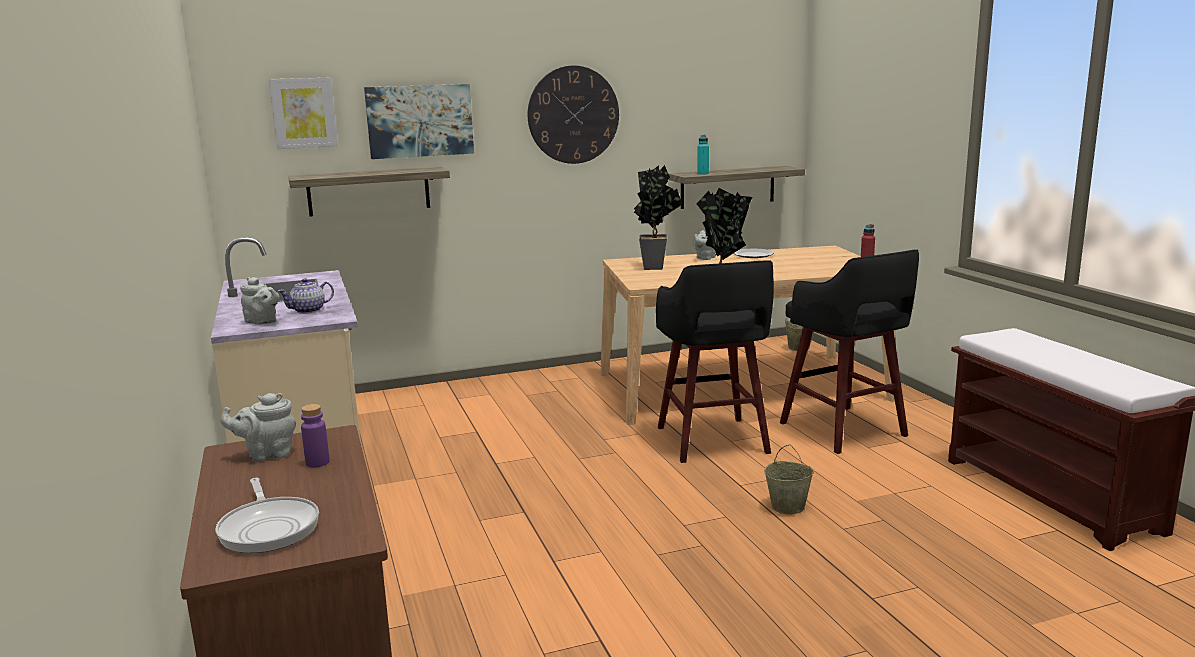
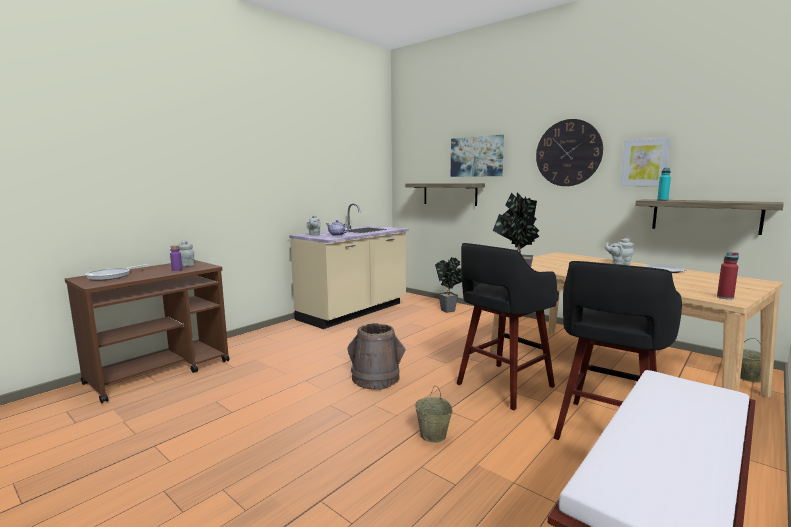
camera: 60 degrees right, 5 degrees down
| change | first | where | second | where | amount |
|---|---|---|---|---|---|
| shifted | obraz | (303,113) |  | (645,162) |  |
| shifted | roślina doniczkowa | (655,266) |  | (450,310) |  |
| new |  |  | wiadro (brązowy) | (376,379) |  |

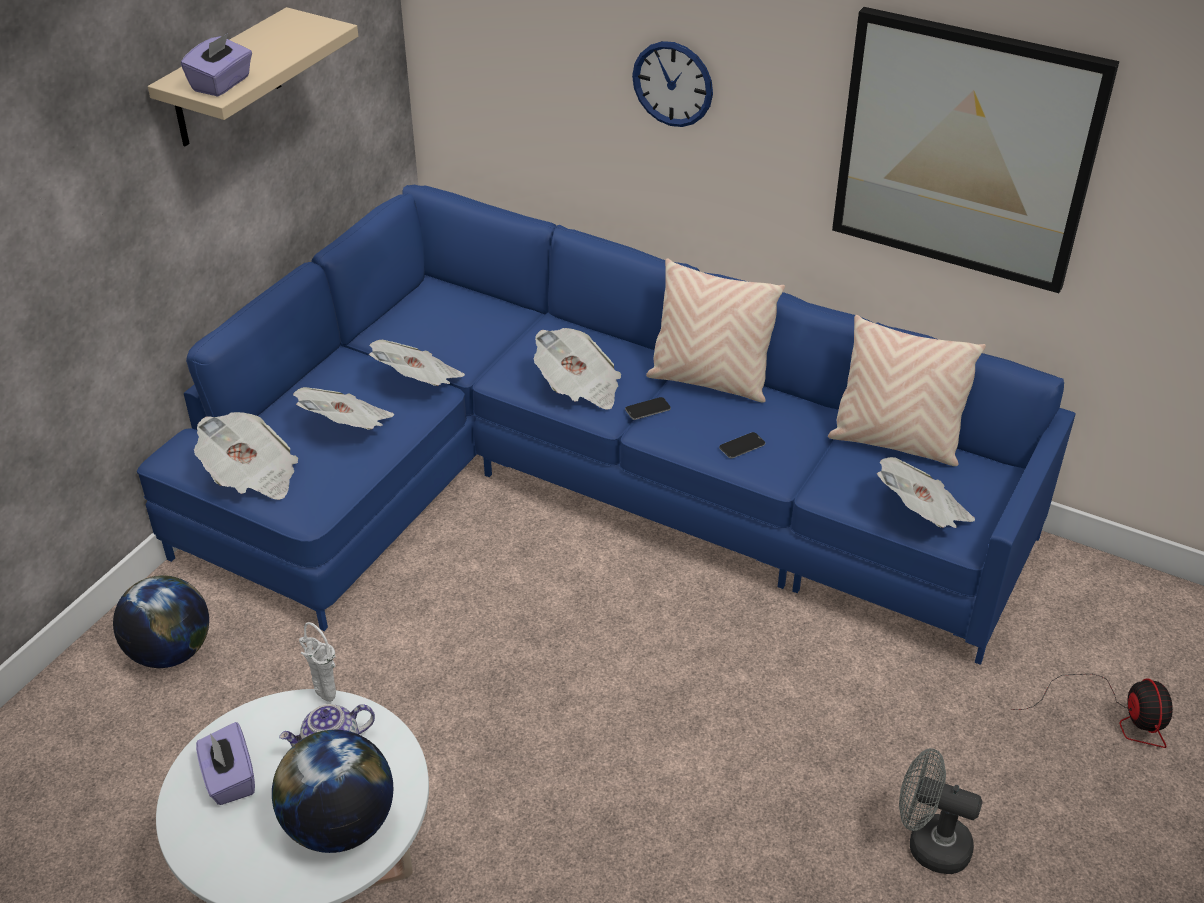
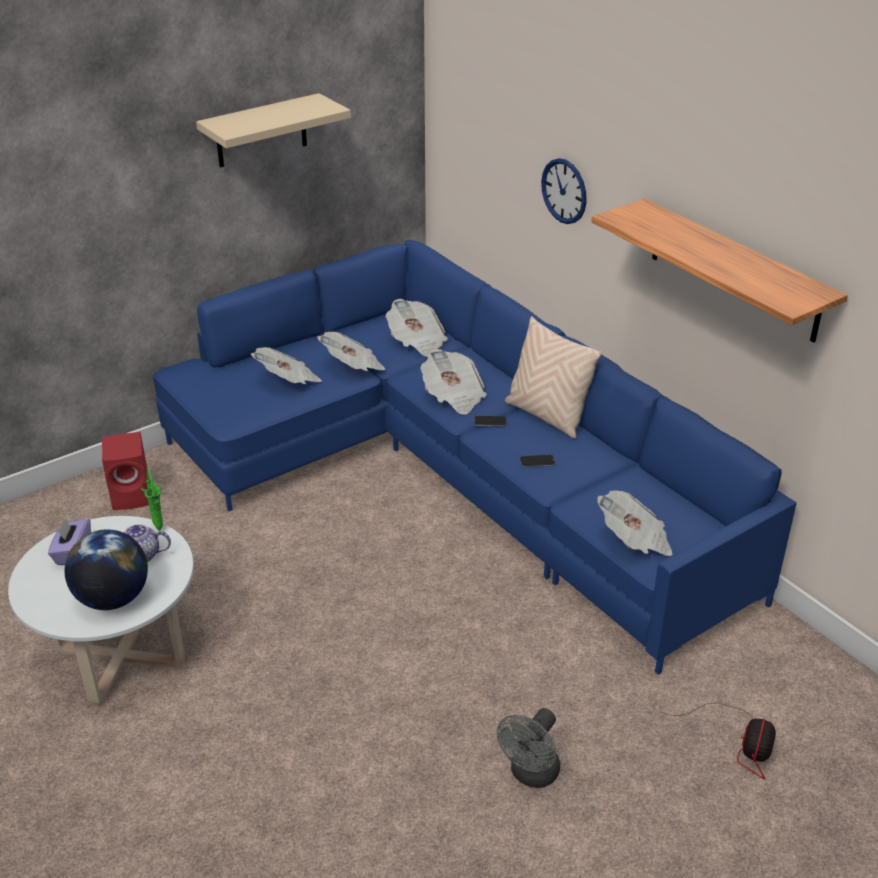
camera: 25 degrees right, 5 degrees down
| change | first | where | second | where | amount |
|---|---|---|---|---|---|
| swapped | obraz | (965,150) | półka | (733,270) |  |
| gone | pudełko chusteczek (fioletowy) | (222,84) |  |  |  |
| gone | poduszka (beżowy) | (895,443) |  |  |  |
| shifted | gazeta | (252,476) |  | (417,342) |  |
| swapped | globus | (170,652) | głośnik (czerwony) | (133,495) |  |
| repainted | wazon (biały) | (324,697) | wazon (zielony) | (157,527) |  |
| rotated | wentylator (szary) | (928,844) |  | (531,775) | 105 degrees counterclockwise |

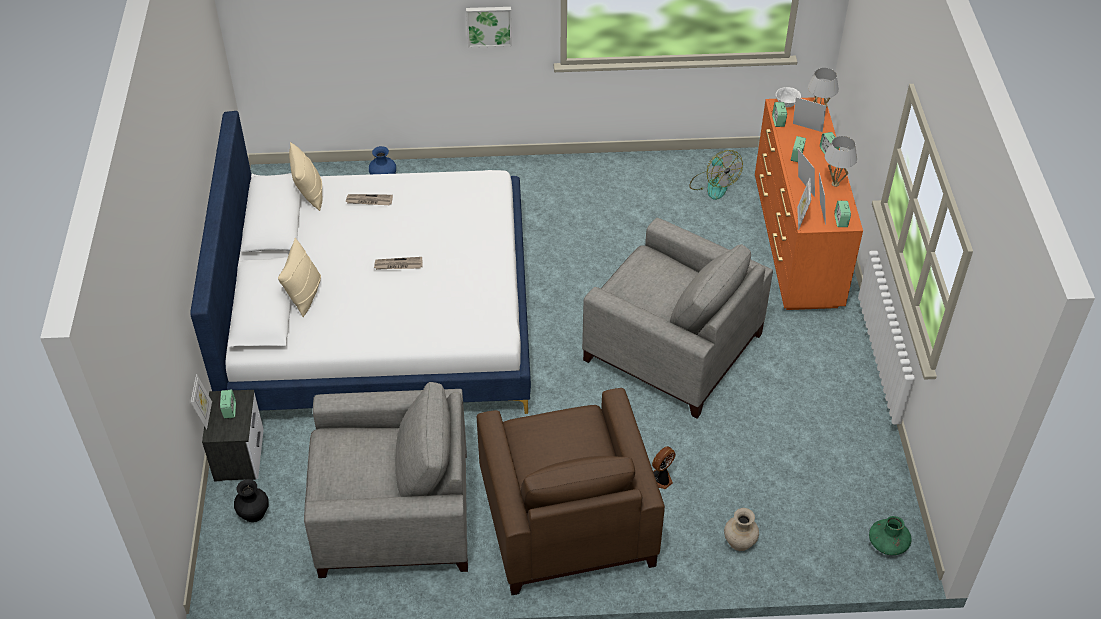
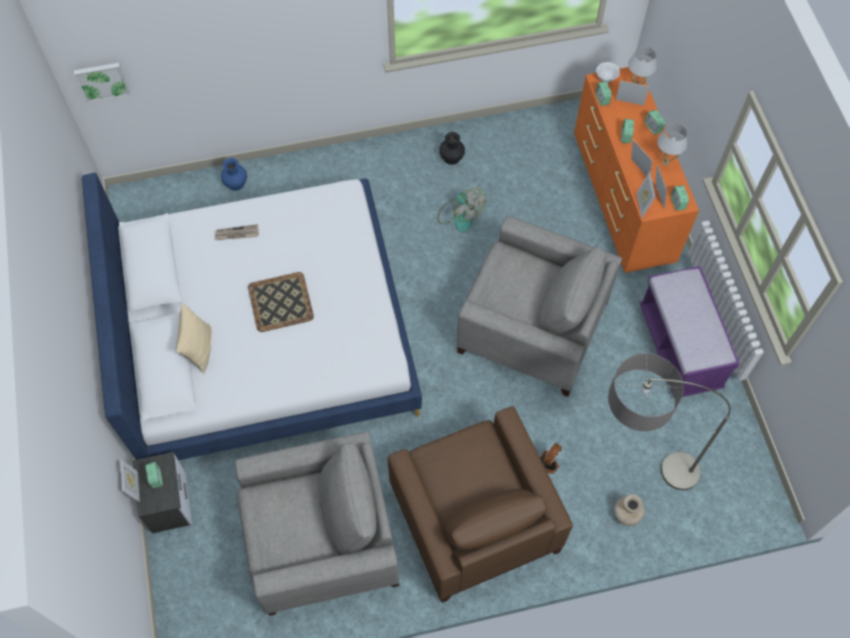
camera: 10 degrees left, 15 degrees up
| change | first | where | second | where | amount |
|---|---|---|---|---|---|
| shifted | obraz | (489,25) |  | (102,81) |  |
| gone | poduszka (beżowy) | (309,194) |  |  |  |
| shifted | wentylator | (713,185) |  | (459,215) |  |
| swapped | gazeta | (398,265) | taca | (280,302) |  |
| shifted | wazon (czarny) | (253,513) |  | (451,158) |  |
| gone | wazon (zielony) | (888,543) |  |  |  |
| new |  |  | ławka (fioletowy) | (679,348) |  |
| new |  |  | lampa stojąca | (633,469) |  |

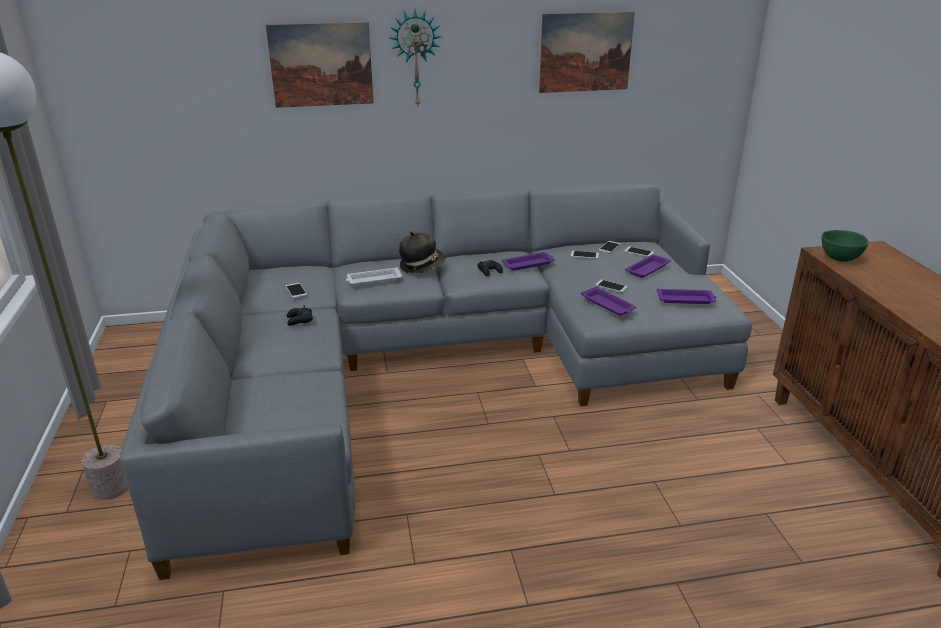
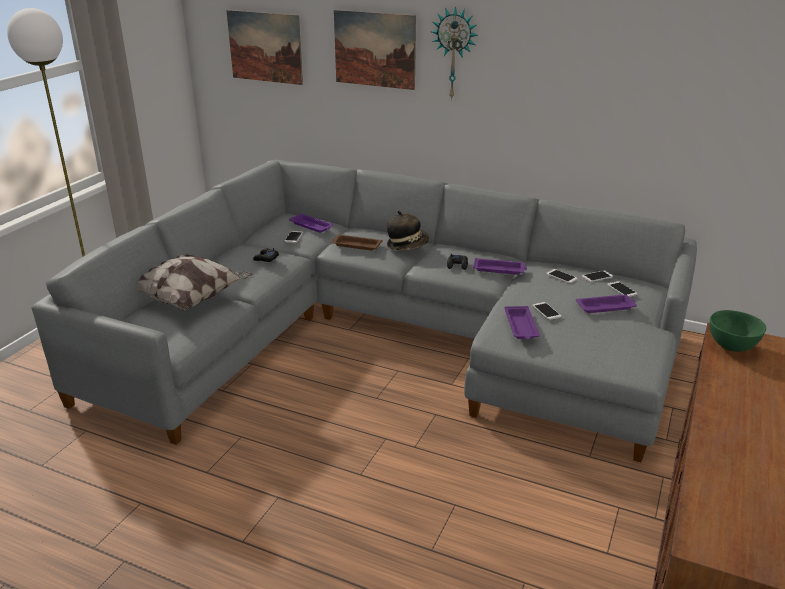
camera: 35 degrees right, 0 degrees up
| change | first | where | second | where | amount |
|---|---|---|---|---|---|
| shifted | obraz | (585,52) |  | (265,47) |  |
| repainted | taca (biały) | (373,280) | taca (brązowy) | (356,245) |  |
| shifted | taca (fioletowy) | (686,299) |  | (312,226) |  |
| new |  |  | poduszka | (191,299) |  |

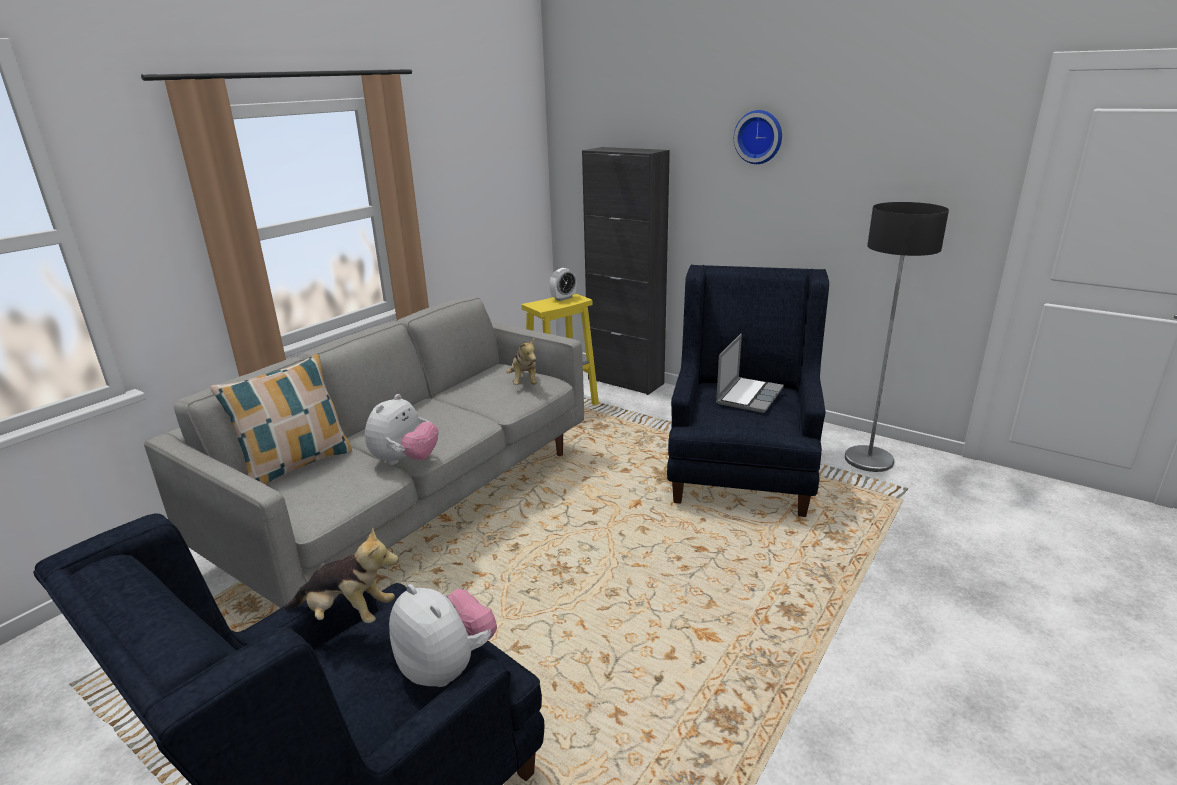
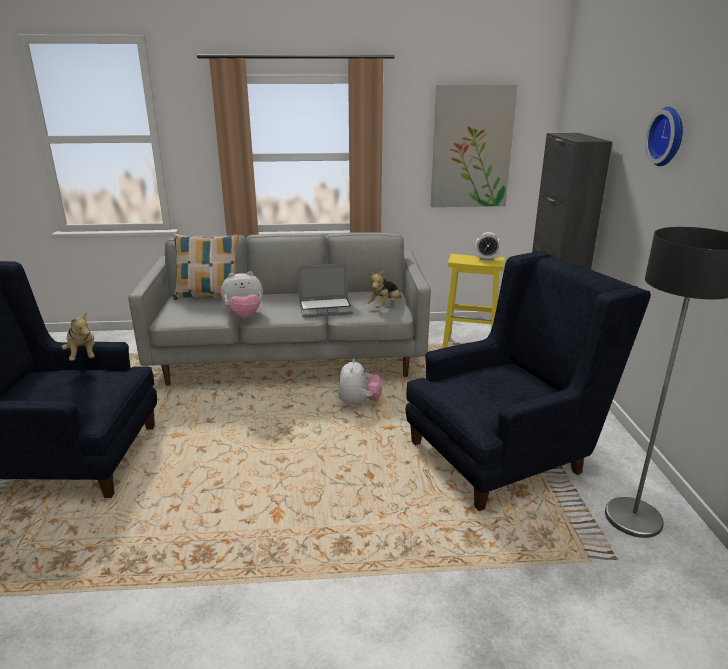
camera: 50 degrees right, 0 degrees up
| change | first | where | second | where | amount |
|---|---|---|---|---|---|
| shifted | laptop | (748,396) |  | (326,308) |  |
| shifted | pluszak | (447,666) |  | (359,403) |  |
| new |  |  | obraz | (471,147) |  |

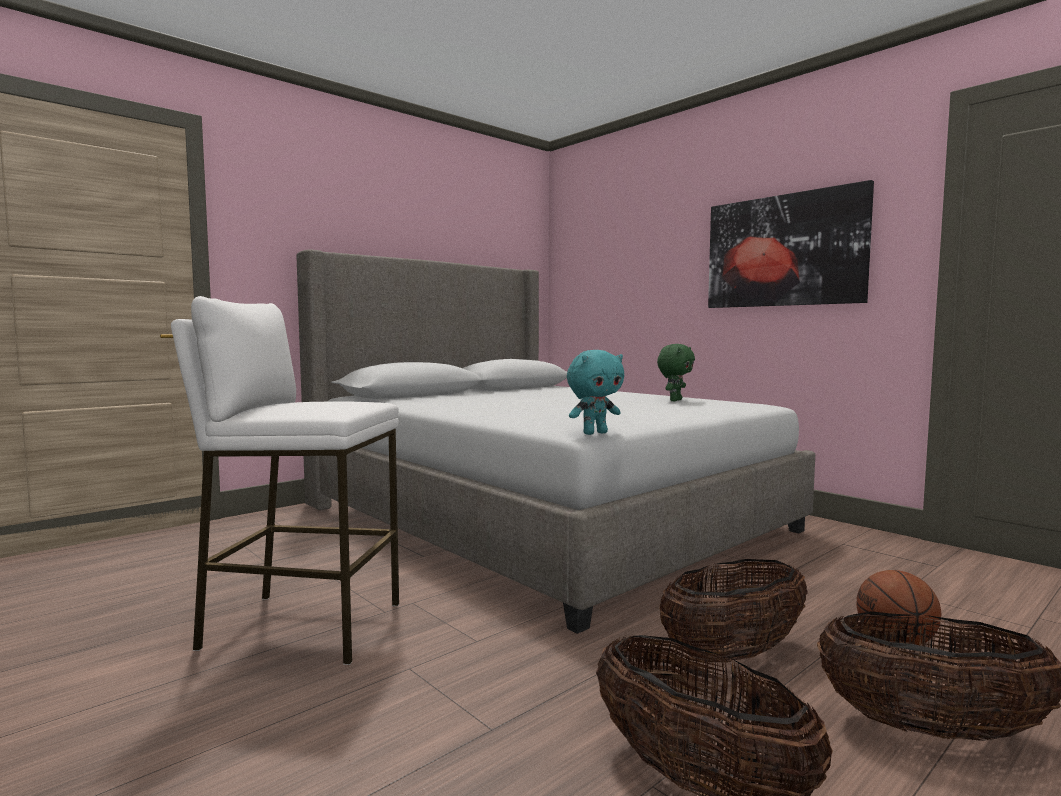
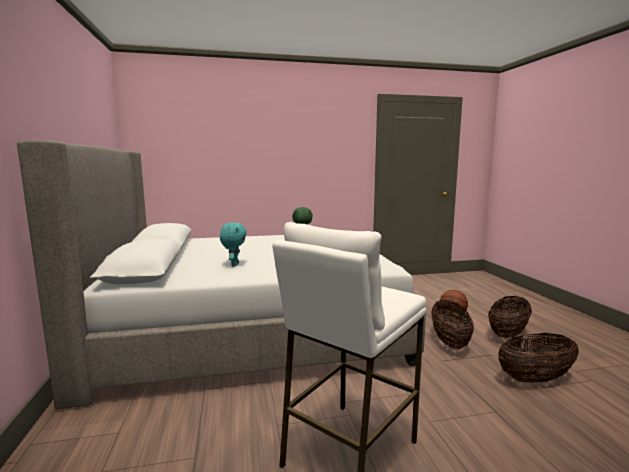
camera: 60 degrees left, 5 degrees up
| change | first | where | second | where | amount |
|---|---|---|---|---|---|
| gone | obraz | (784,251) |  |  |  |
| shifted | pluszak (turkusowy) | (594,433) |  | (234,264) |  |

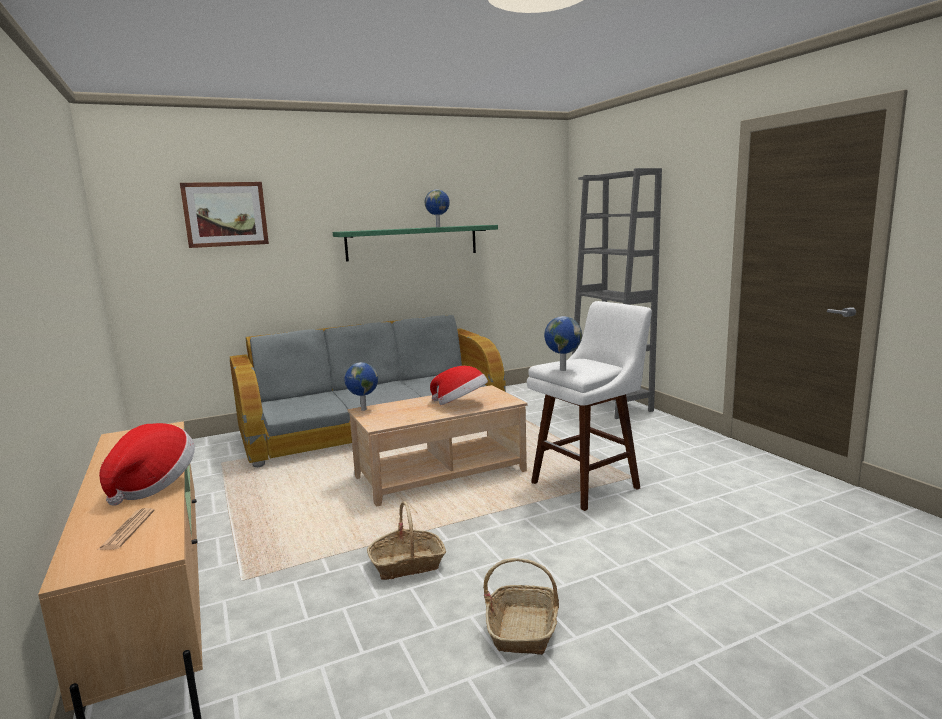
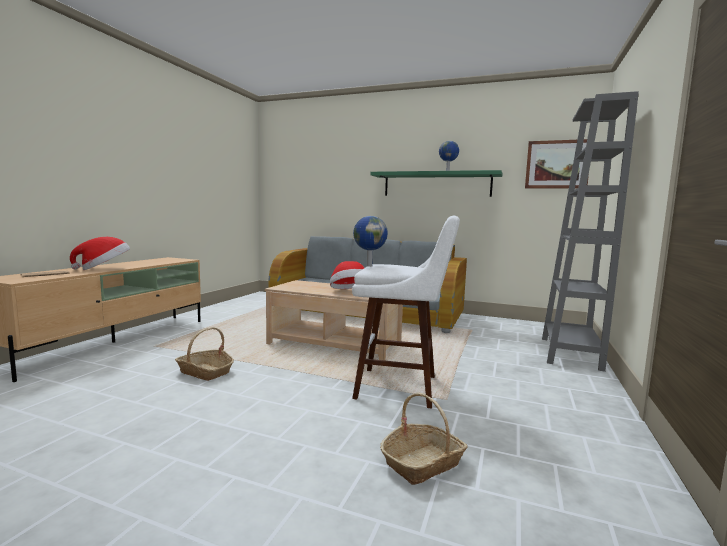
camera: 45 degrees right, 5 degrees down
| change | first | where | second | where | amount |
|---|---|---|---|---|---|
| shifted | obraz | (225,214) |  | (557,164) |  |
| gone | globus | (363,409) |  |  |  |
| shifted | koszyk | (523,629) |  | (423,463) |  |

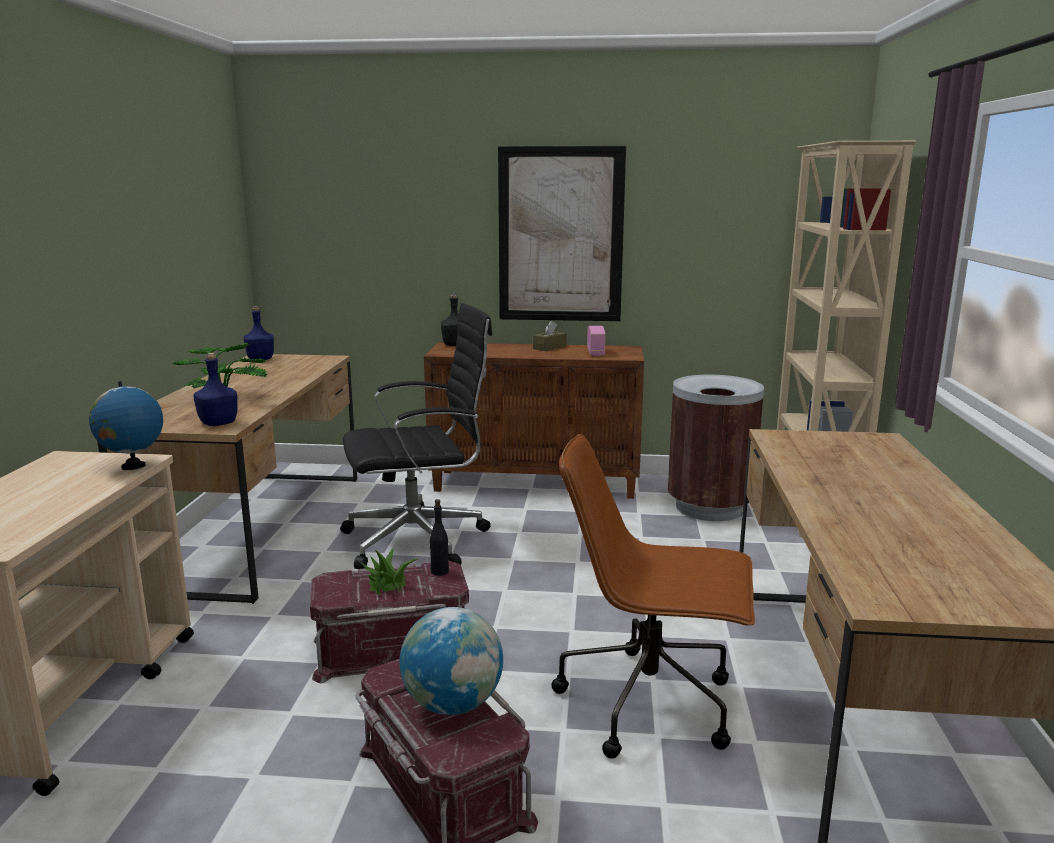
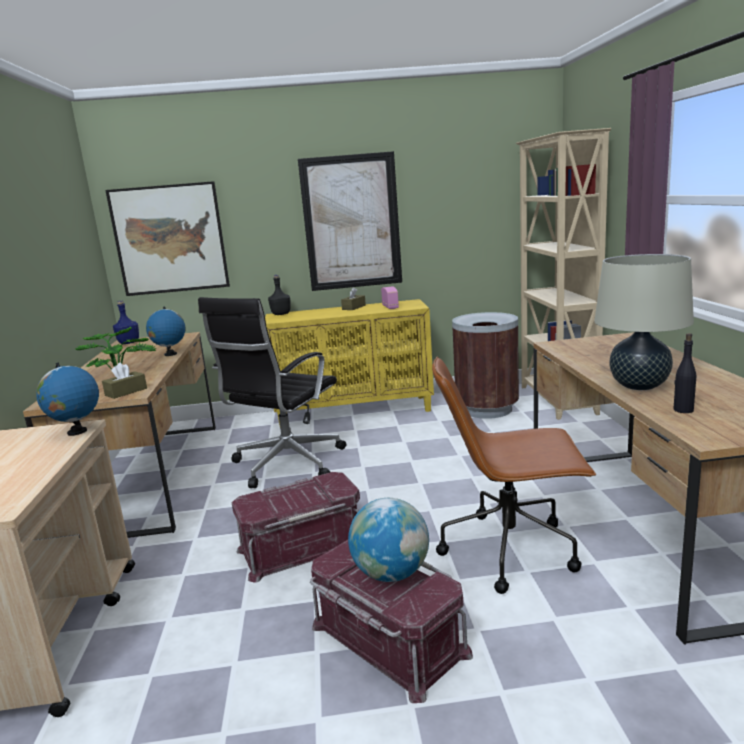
camera: 10 degrees left, 0 degrees up
| change | first | where | second | where | amount |
|---|---|---|---|---|---|
| rotated | krzesło biurowe (czarny) | (420,540) |  | (286,464) | 150 degrees clockwise |
| repainted | szafka (brązowy) | (536,483) | szafka (żółty) | (355,411) |  |
| swapped | butelka (niebieski) | (217,423) | pudełko chusteczek (brązowy) | (126,392) |  |
| shifted | butelka (czarny) | (439,571) |  | (683,410) |  |
| gone | roślina doniczkowa | (387,583) |  |  |  |
| new |  |  | obraz | (170,239) |  |
| new |  |  | lampa stołowa (beżowy) | (639,386) |  |
| new |  |  | globus | (170,354) |  |

